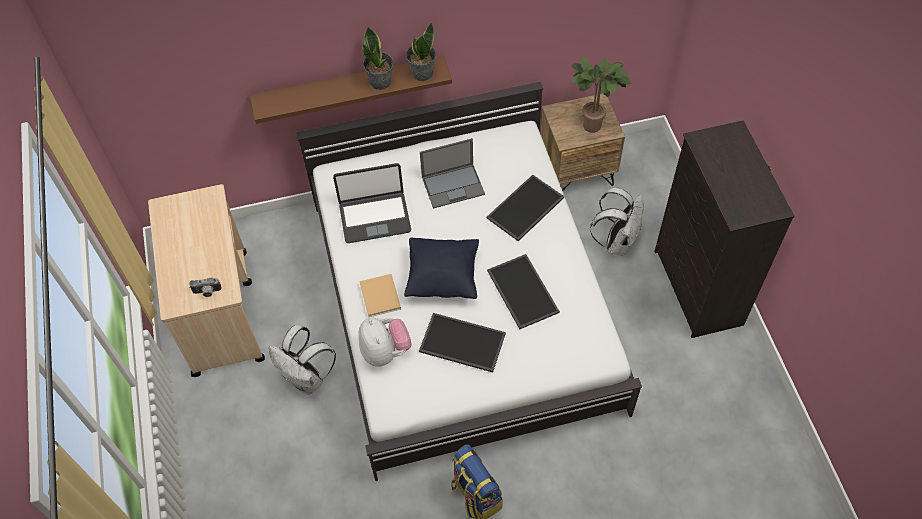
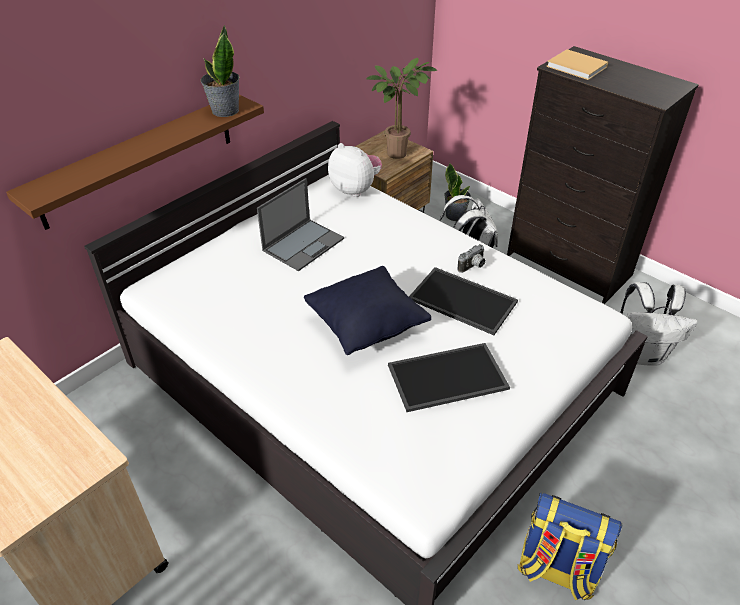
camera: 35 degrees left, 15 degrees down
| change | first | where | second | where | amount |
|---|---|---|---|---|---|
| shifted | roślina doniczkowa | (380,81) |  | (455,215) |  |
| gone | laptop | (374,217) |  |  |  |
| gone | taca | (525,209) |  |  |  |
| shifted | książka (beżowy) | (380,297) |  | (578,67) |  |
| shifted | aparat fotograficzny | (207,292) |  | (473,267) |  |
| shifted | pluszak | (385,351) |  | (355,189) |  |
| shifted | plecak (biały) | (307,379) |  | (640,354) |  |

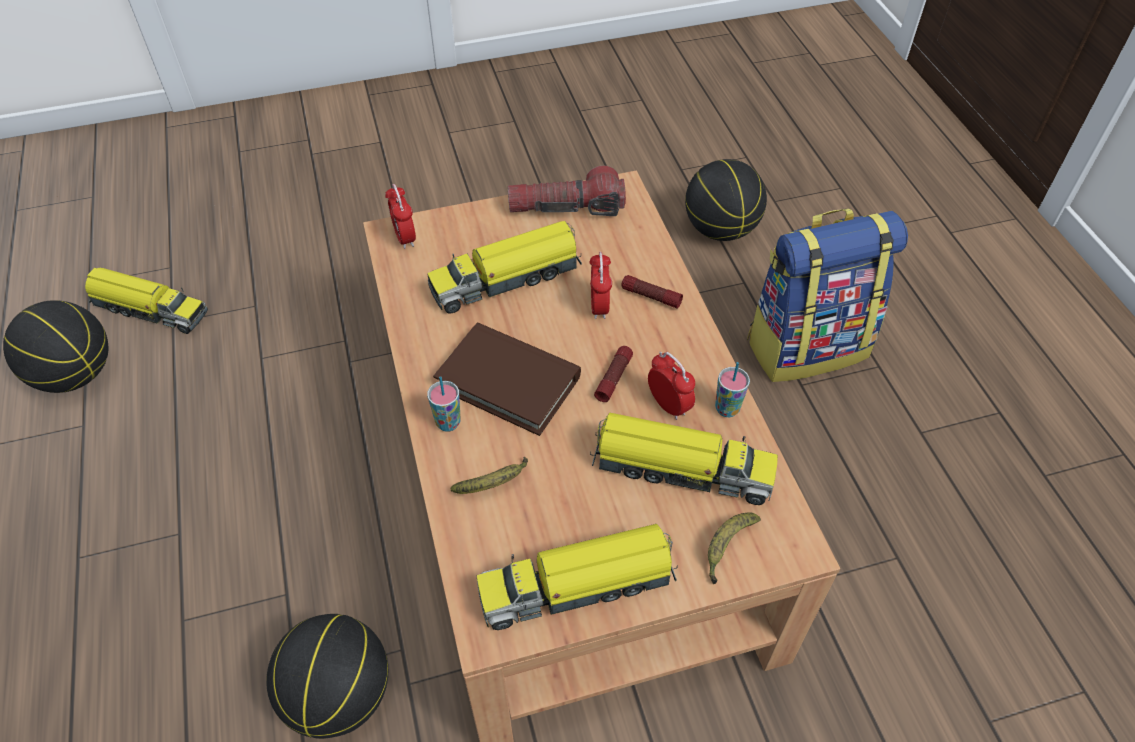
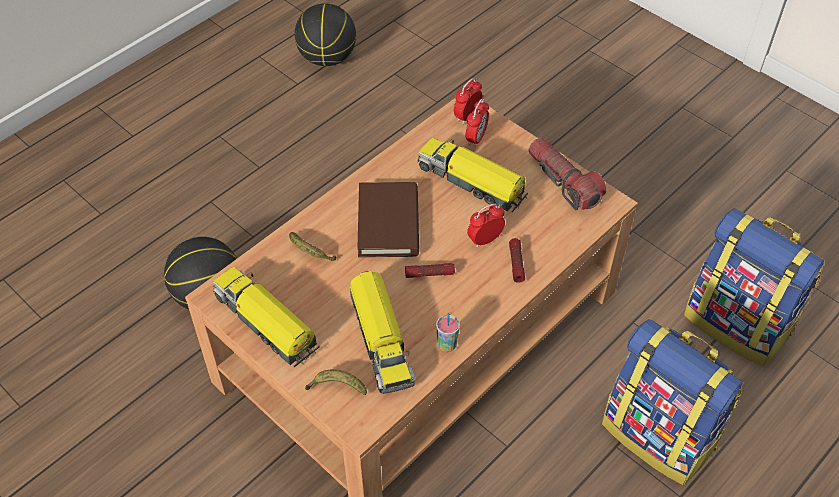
camera: 60 degrees right, 0 degrees up
| change | first | where | second | where | amount |
|---|---|---|---|---|---|
| swapped | piłka do koszykówki | (720,229) | plecak | (738,324) |  |
| gone | ciężarówka zabawkowa | (149,309) |  |  |  |
| shifted | budzik | (668,405) |  | (476,138) |  |
| gone | filiżanka | (448,423) |  |  |  |

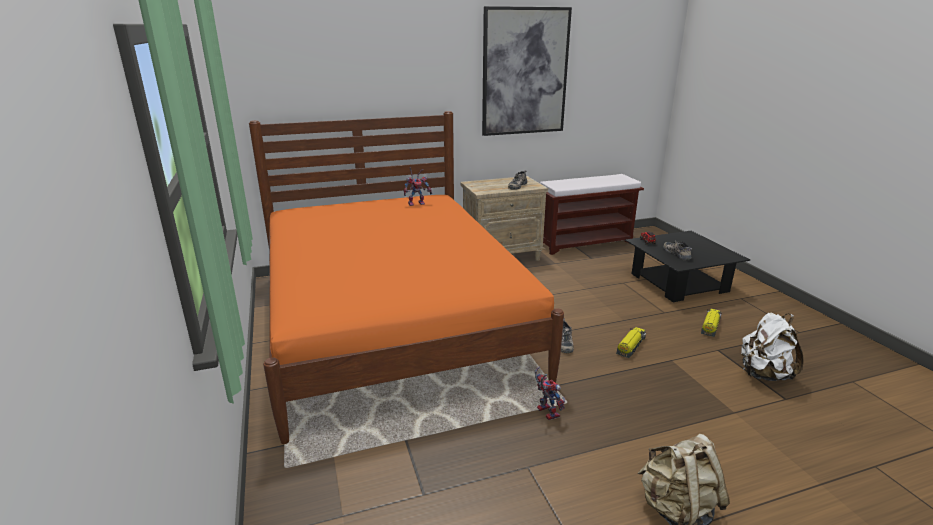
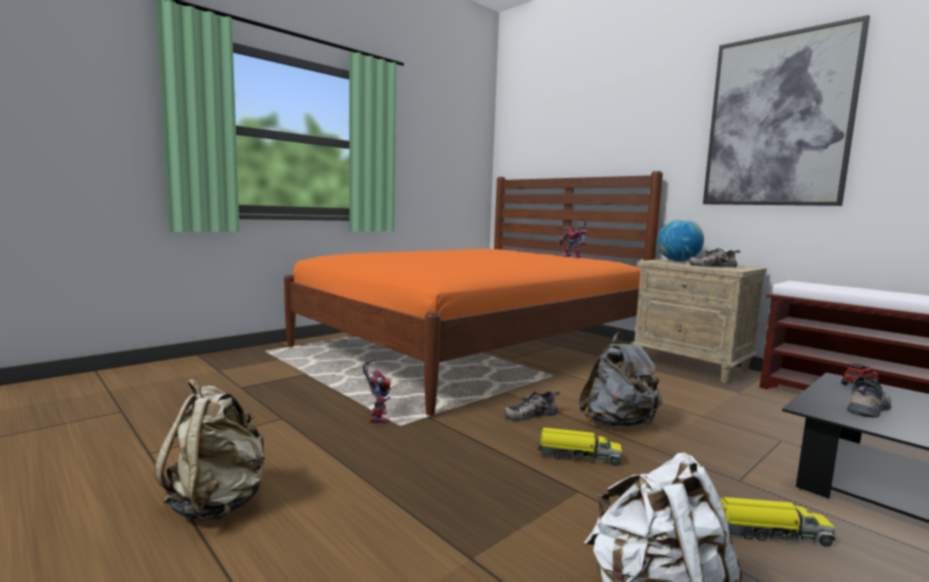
camera: 65 degrees right, 15 degrees down
| change | first | where | second | where | amount |
|---|---|---|---|---|---|
| rotated | robot zabawkowy | (545,411) |  | (377,417) | 45 degrees counterclockwise |
| new |  |  | globus | (678,261) |  |
| new |  |  | plecak (szary) | (618,423) |  |

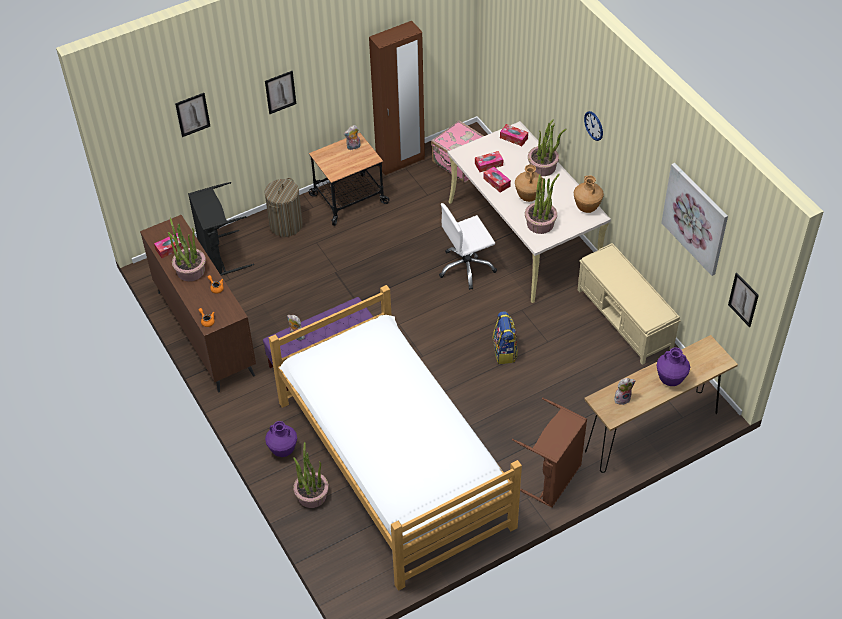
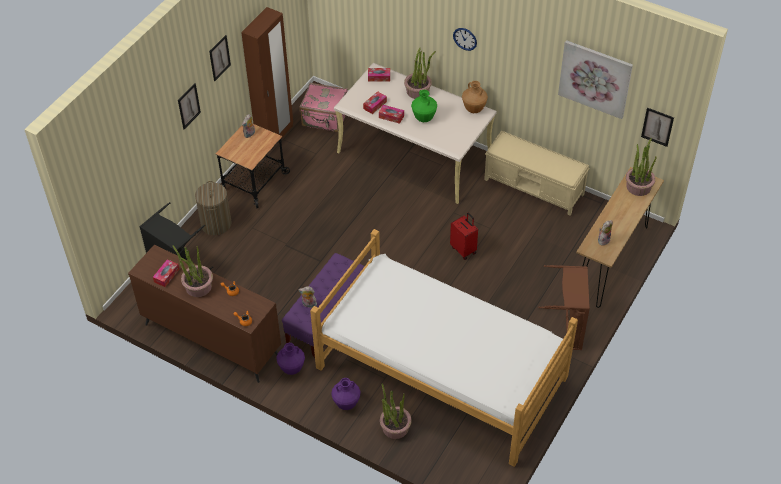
camera: 30 degrees left, 0 degrees up
| change | first | where | second | where | amount |
|---|---|---|---|---|---|
| shifted | obraz | (192,114) |  | (219,58) |  |
| repainted | wazon (brązowy) | (528,196) | wazon (zielony) | (424,118) |  |
| shifted | roślina doniczkowa | (540,223) |  | (638,186) |  |
| gone | krzesło biurowe (biały) | (466,267) |  |  |  |
| swapped | plecak | (505,352) | walizka (czerwony) | (464,250) |  |
| shifted | wazon (fioletowy) | (670,379) |  | (291,369) |  |

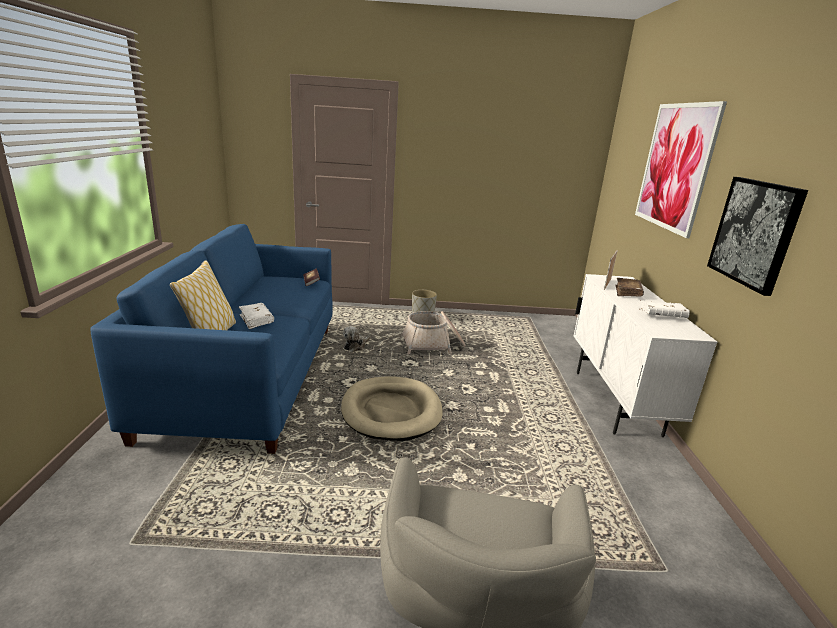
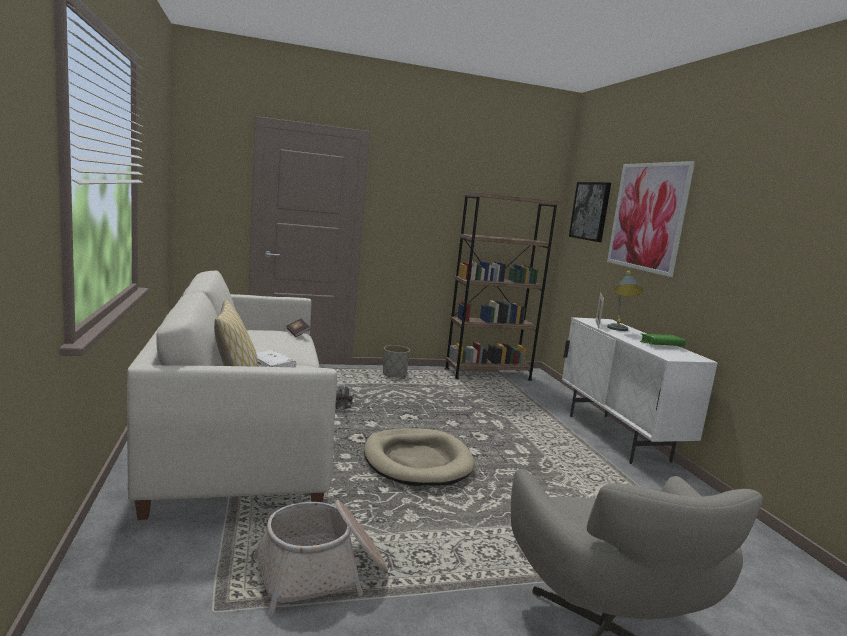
camera: 15 degrees left, 10 degrees down
| change | first | where | second | where | amount |
|---|---|---|---|---|---|
| shifted | obraz | (754,233) |  | (590,211) |  |
| repainted | kanapa (niebieski) | (248,376) | kanapa (biały) | (240,440) |  |
| swapped | książka (brązowy) | (628,292) | lampa stołowa (szary) | (619,330) |  |
| repainted | książka (biały) | (662,315) | książka (zielony) | (661,345) |  |
| shifted | koszyk | (433,344) |  | (322,573) |  |
| new |  |  | regał (brązowy) | (487,374) |  |

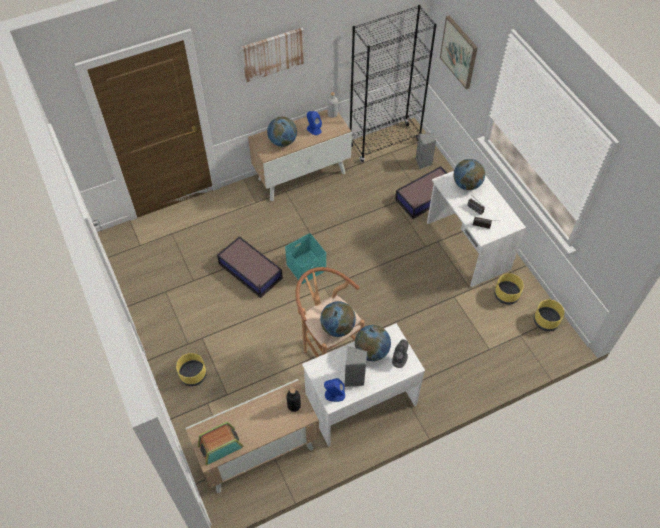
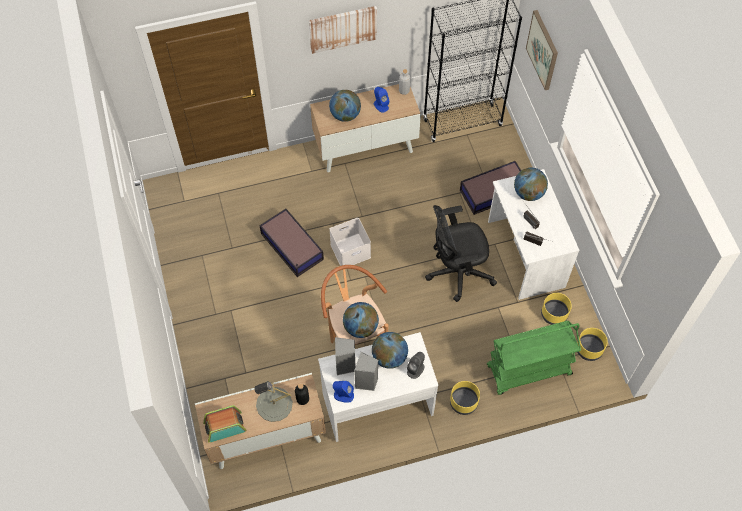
camera: 10 degrees right, 5 degrees up
| change | first | where | second | where | amount |
|---|---|---|---|---|---|
| shifted | głośnik (szary) | (424,162) |  | (345,366) |  |
| repainted | pojemnik do przechowywania (turkusowy) | (306,266) | pojemnik do przechowywania (biały) | (350,250) |  |
| shifted | donica (żółty) | (193,375) |  | (464,402) |  |
| new |  |  | krzesło biurowe (czarny) | (456,272) |  |
| new |  |  | wózek (zielony) | (528,371) |  |
| new |  |  | lampa stołowa (szary) | (274,404) |  |

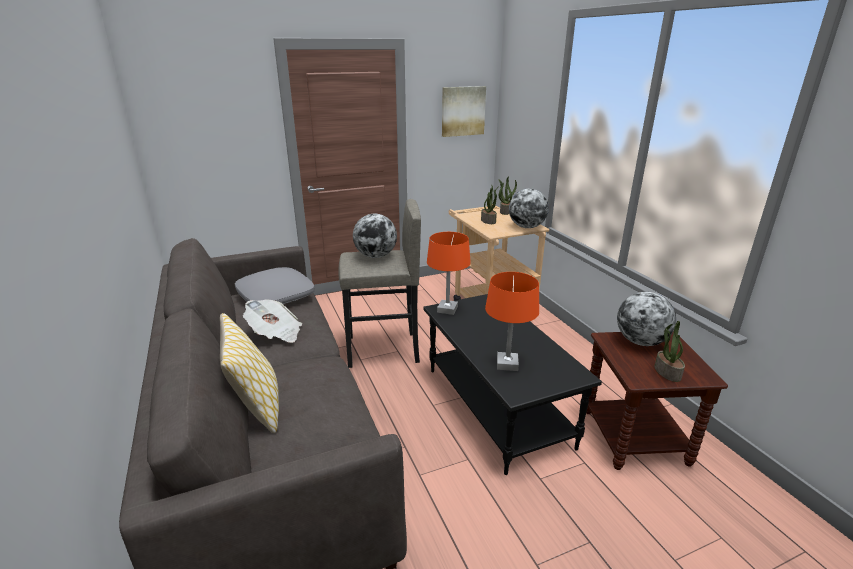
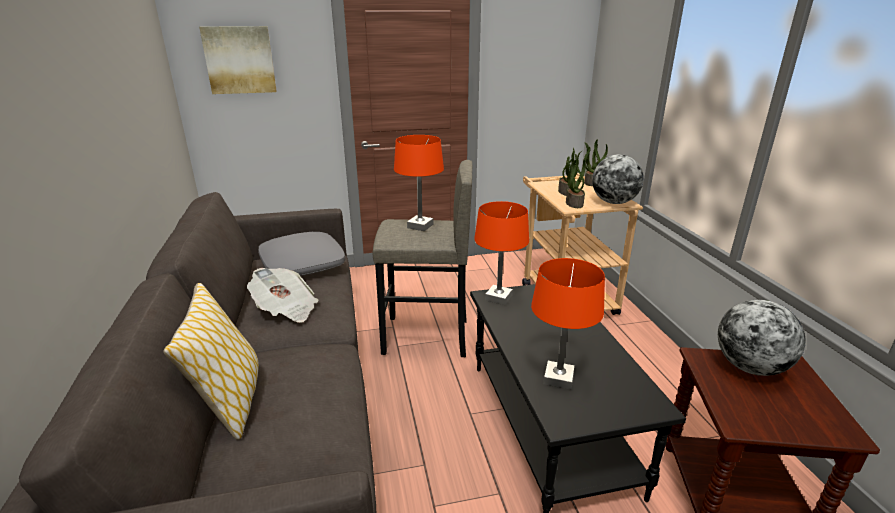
camera: 10 degrees right, 0 degrees up
| change | first | where | second | where | amount |
|---|---|---|---|---|---|
| shifted | obraz | (462,111) |  | (240,60) |  |
| swapped | globus | (375,256) | lampa stołowa (pomarańczowy) | (420,226) |  |
| shifted | roślina doniczkowa | (666,372) |  | (573,203) |  |

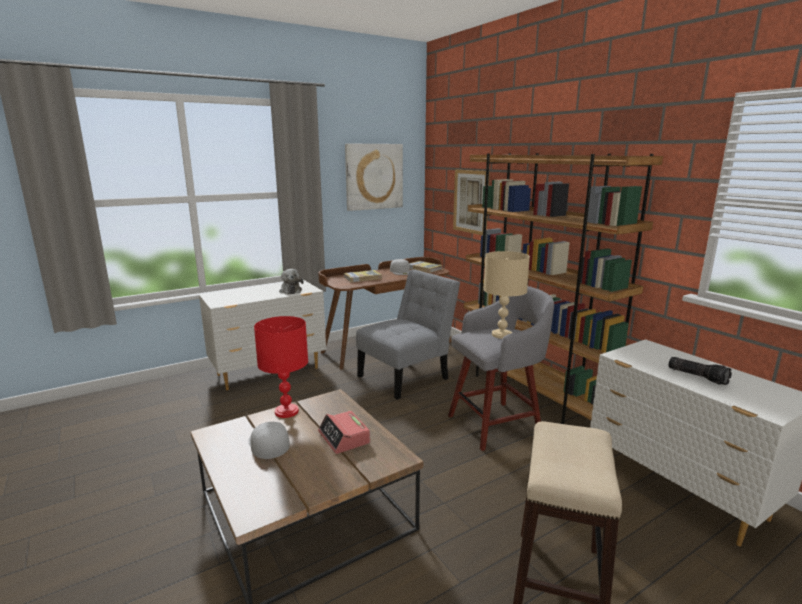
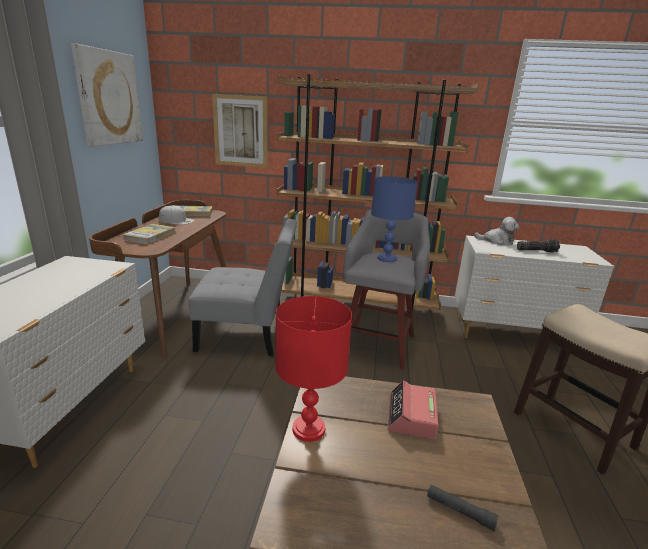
camera: 50 degrees left, 5 degrees up
| change | first | where | second | where | amount |
|---|---|---|---|---|---|
| repainted | lampa stołowa (beżowy) | (502,334) | lampa stołowa (niebieski) | (386,258) |  |
| shifted | pluszak | (290,290) |  | (496,241) |  |
| rotated | krzesło (szary) | (407,376) |  | (247,335) | 90 degrees clockwise |
| rotated | budzik | (344,438) |  | (411,417) | 90 degrees clockwise |
| gone | czapka z daszkiem (biały) | (268,443) |  |  |  |
| new |  |  | latarka (czarny) | (460,511) |  |

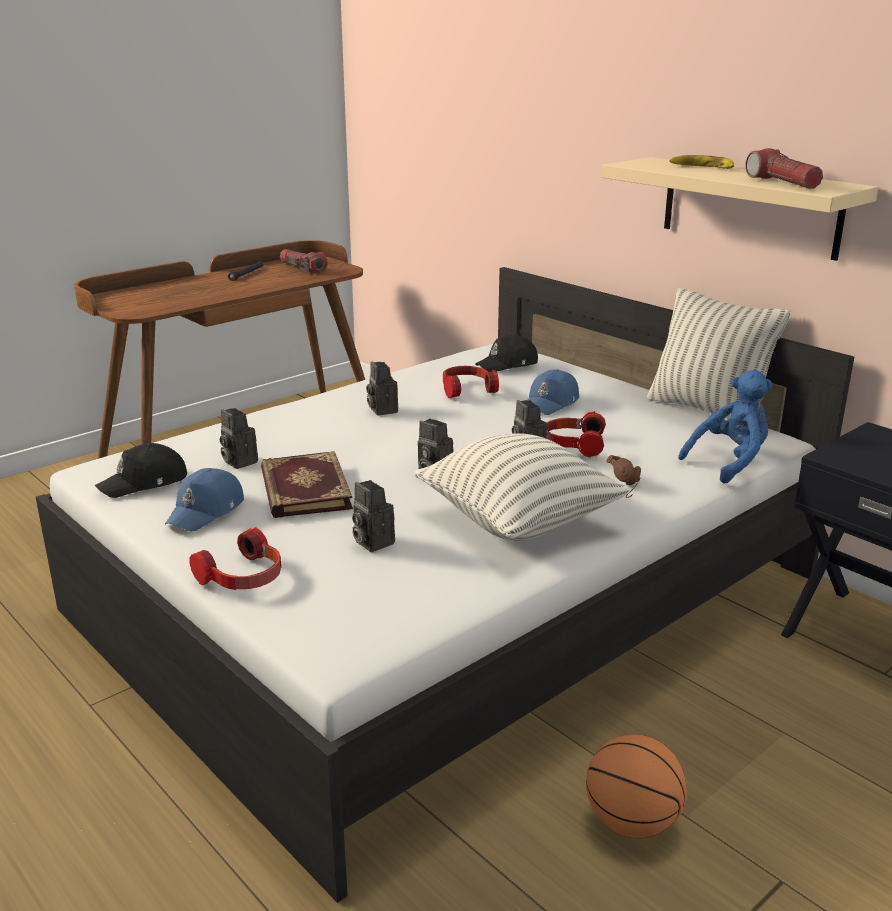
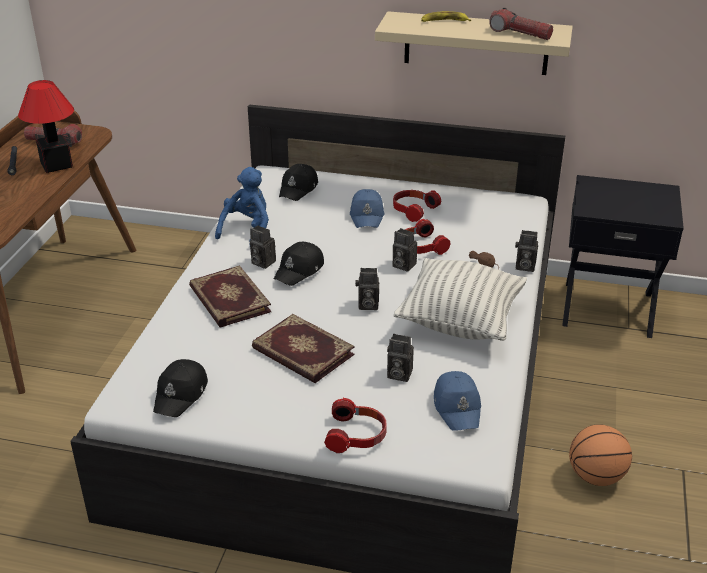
camera: 35 degrees left, 10 degrees up
| change | first | where | second | where | amount |
|---|---|---|---|---|---|
| gone | poduszka | (708,410) |  |  |  |
| shifted | słuchawki | (466,389) |  | (413,210) |  |
| shifted | pluszak (niebieski) | (729,462) |  | (247,230) |  |
| shifted | aparat fotograficzny | (238,461) |  | (524,266) |  |
| shifted | czapka z daszkiem (niebieski) | (206,511) |  | (458,407) |  |
| new |  |  | lampa stołowa | (56,165) |  |
| new |  |  | czapka z daszkiem (czarny) | (299,270) |  |
| new |  |  | książka | (228,300) |  |

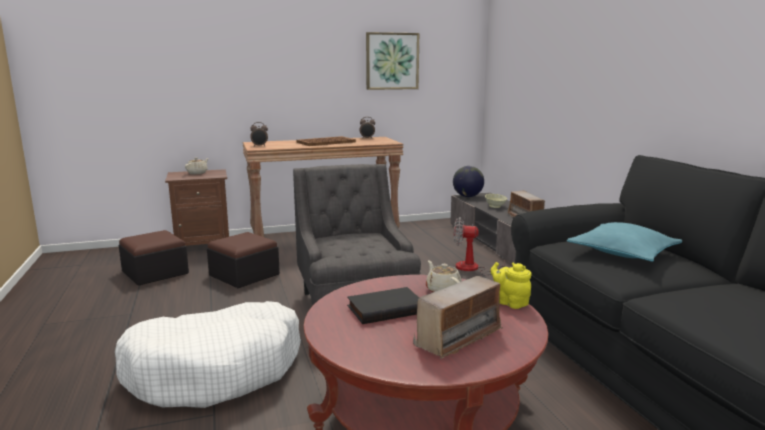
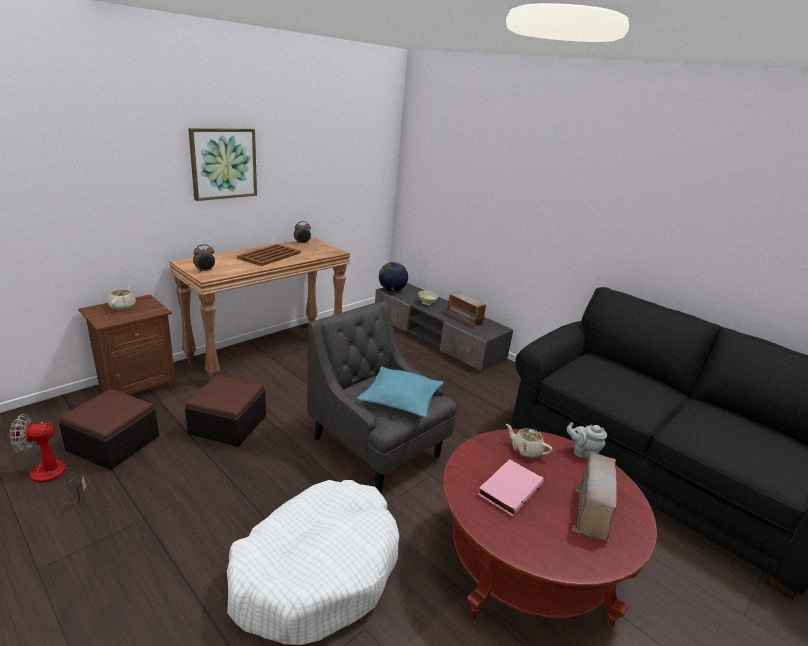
camera: 30 degrees left, 10 degrees up
| change | first | where | second | where | amount |
|---|---|---|---|---|---|
| shifted | obraz | (392,61) |  | (223,163) |  |
| shifted | wentylator | (472,269) |  | (54,477) |  |
| shifted | poduszka (turkusowy) | (623,253) |  | (401,399) |  |
| repainted | imbryk (żółty) | (510,302) | imbryk (szary) | (583,453) |  |
| repainted | książka (czarny) | (386,308) | książka (różowy) | (509,489) |  |

